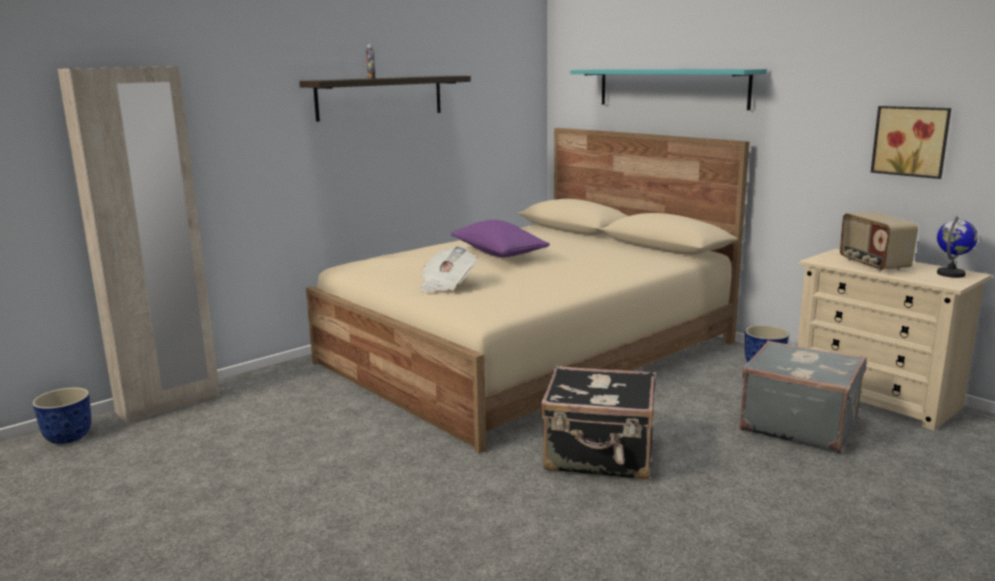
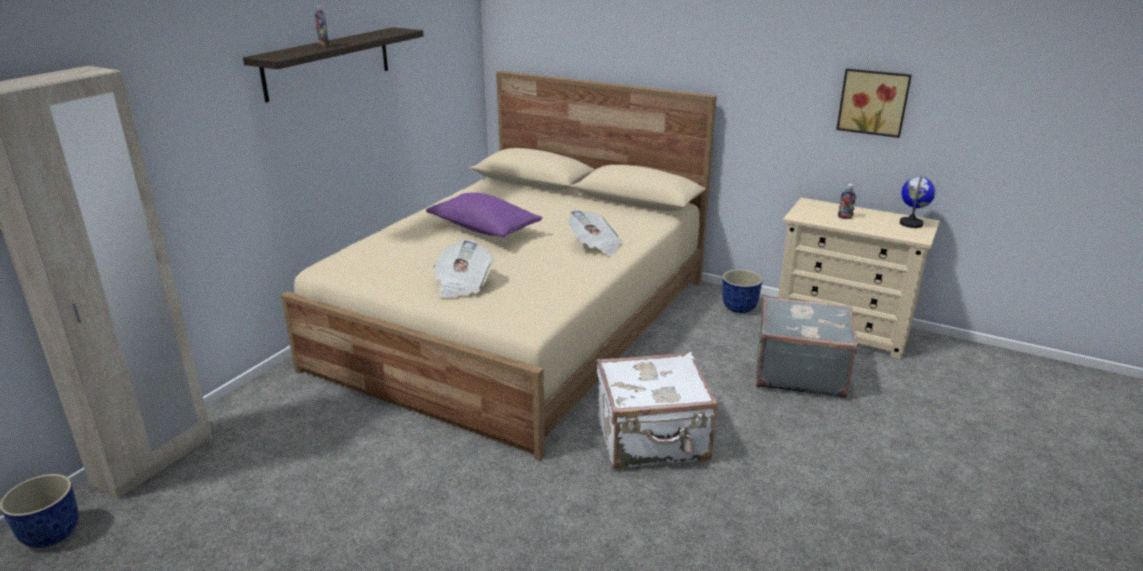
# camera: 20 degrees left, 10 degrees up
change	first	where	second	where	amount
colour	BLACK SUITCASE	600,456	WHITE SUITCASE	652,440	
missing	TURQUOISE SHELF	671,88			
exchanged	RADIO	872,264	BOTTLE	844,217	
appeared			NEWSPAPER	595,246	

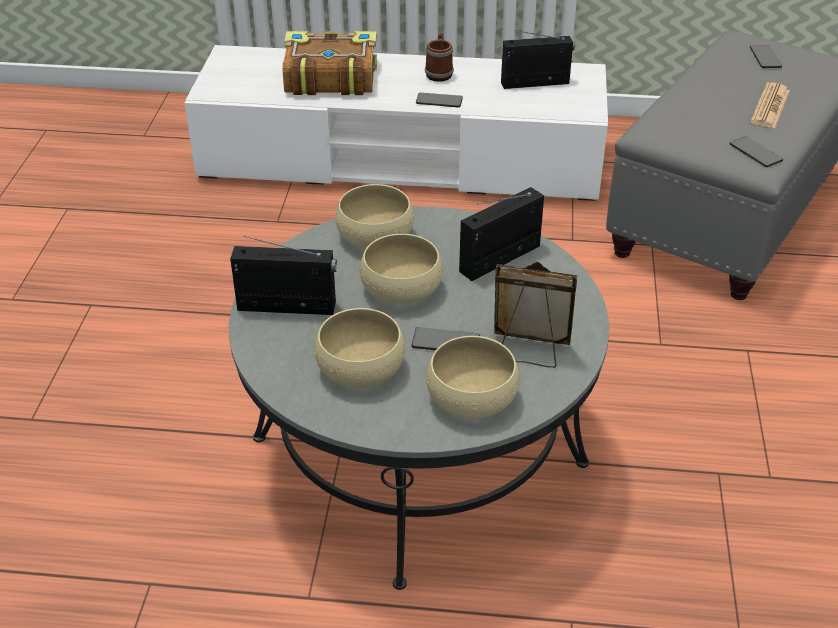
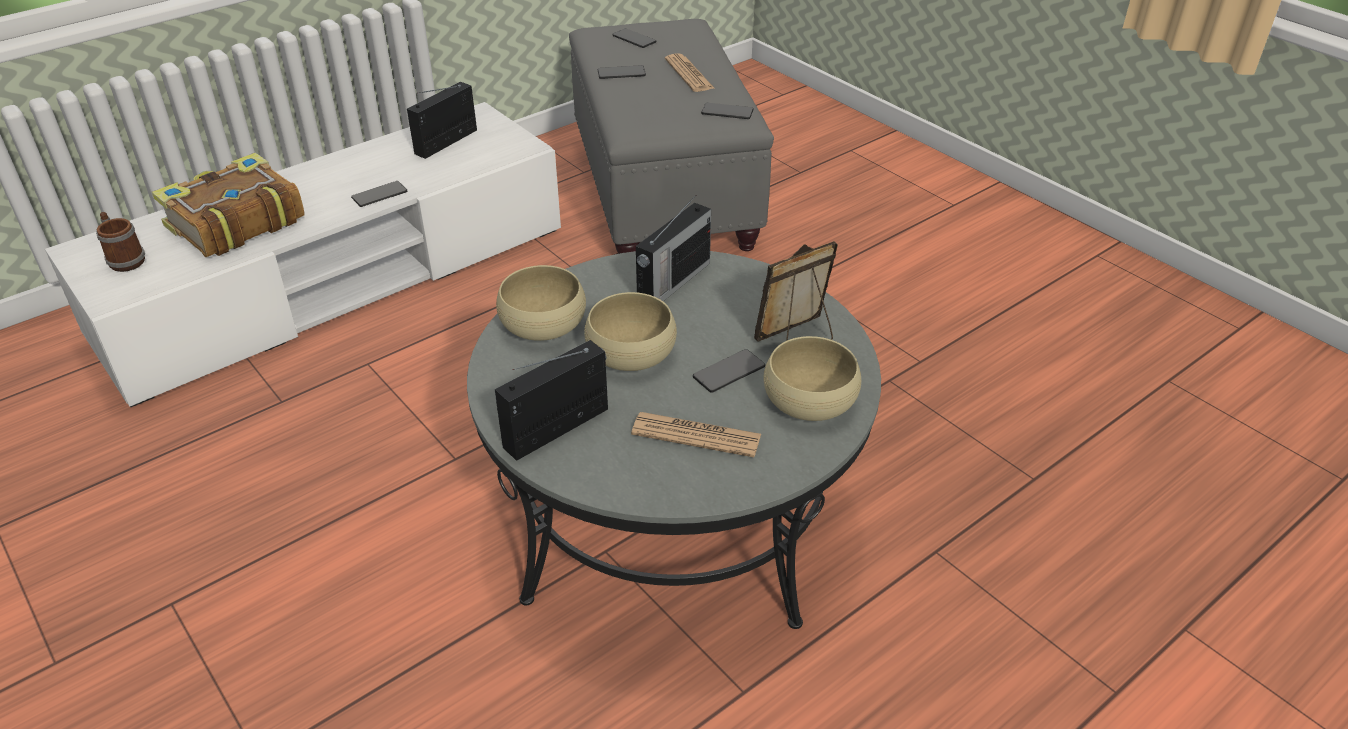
# camera: 45 degrees left, 0 degrees up
change	first	where	second	where	amount
exchanged	BEIGE BOWL	361,368	NEWSPAPER	696,435	
relocated	MUG	439,73		125,259	
spun	RADIO	501,258		672,283	150 degrees counterclockwise
appeared			PHONE	621,73	

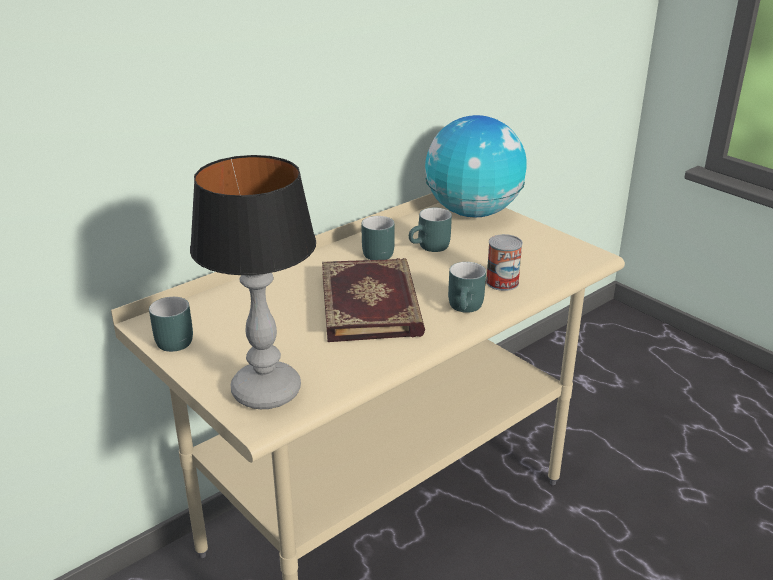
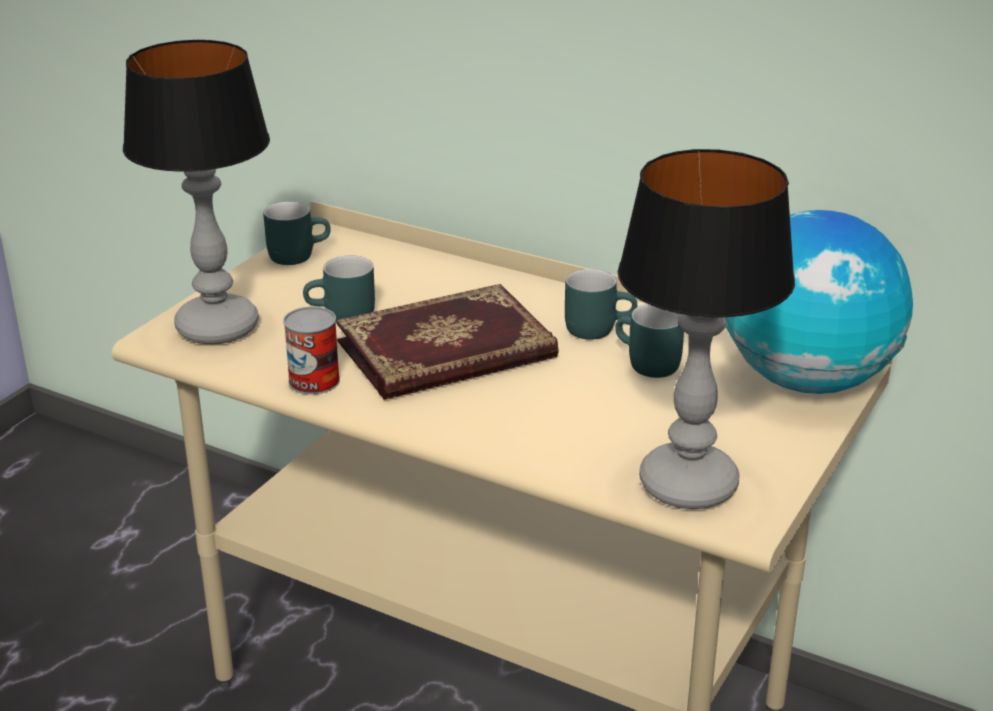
# camera: 70 degrees right, 0 degrees up
change	first	where	second	where	amount
relocated	TURQUOISE MUG	467,308		342,317	
relocated	CAN	502,282		314,381	
appeared			TABLE LAMP	688,486	

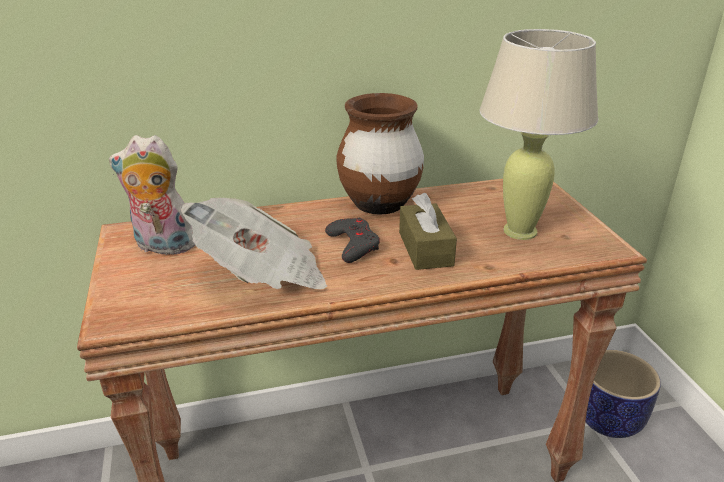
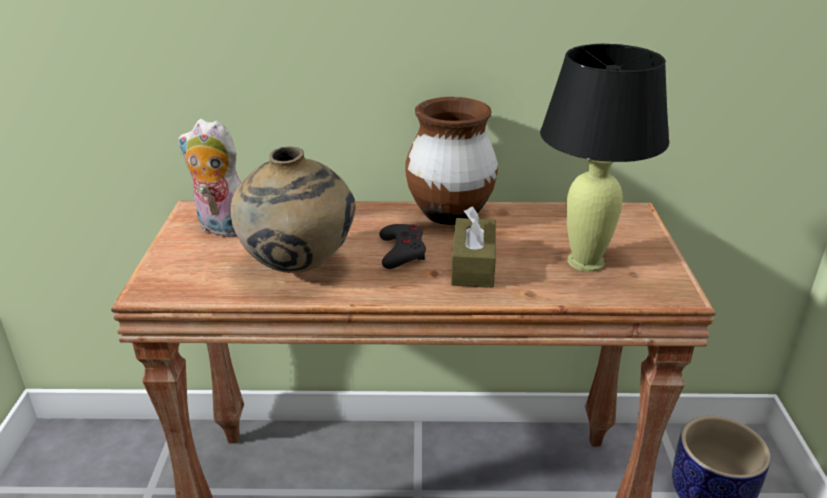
# camera: 15 degrees right, 0 degrees up
change	first	where	second	where	amount
exchanged	NEWSPAPER	262,275	BEIGE VASE	299,268	
colour	BEIGE TABLE LAMP	519,231	BLACK TABLE LAMP	585,261	

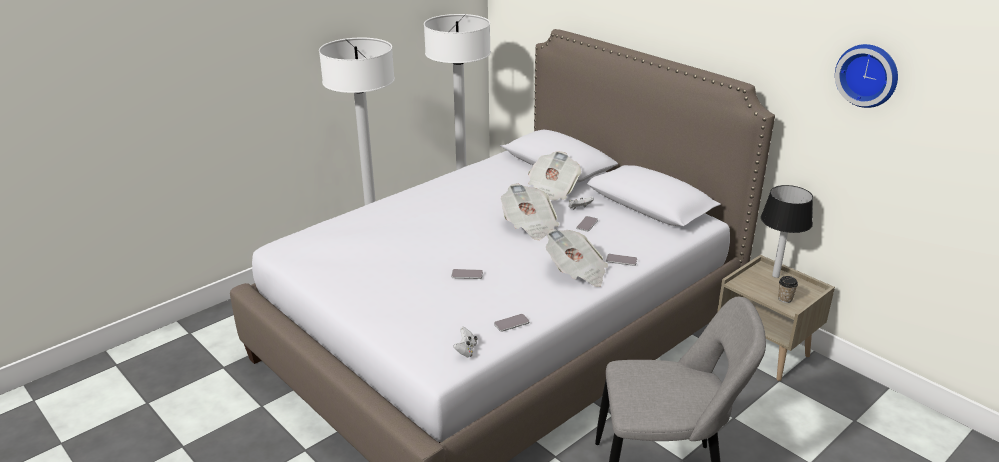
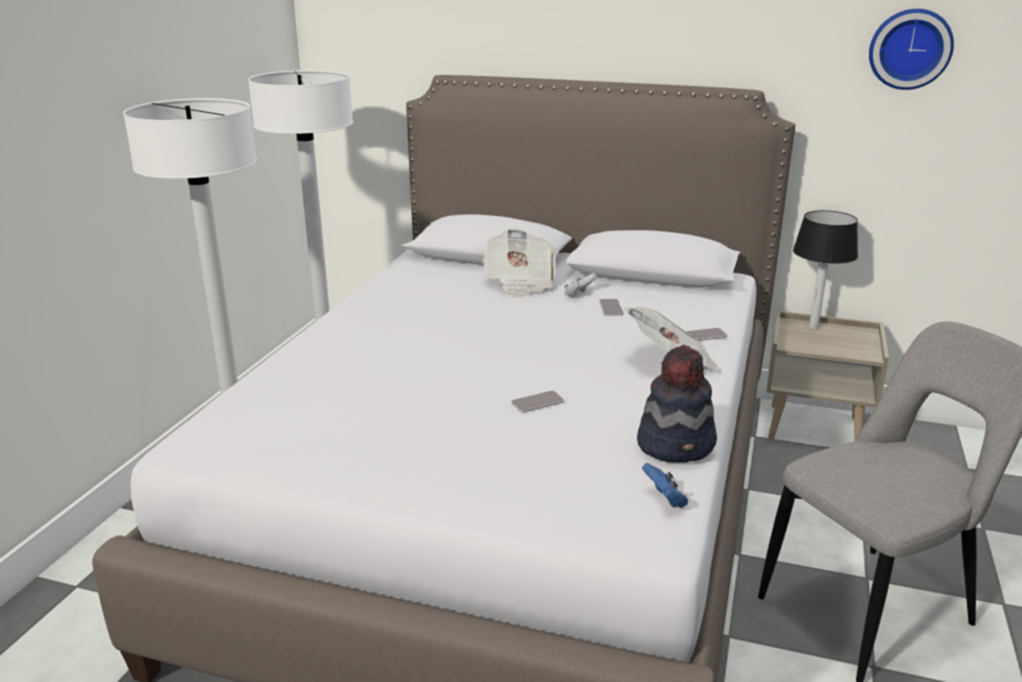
# camera: 30 degrees left, 5 degrees down
change	first	where	second	where	amount
colour	WHITE GAME CONTROLLER	466,350	BLUE GAME CONTROLLER	665,499	
exchanged	PHONE	511,323	HAT	677,444	
missing	NEWSPAPER	529,225			
missing	CUP	785,299			

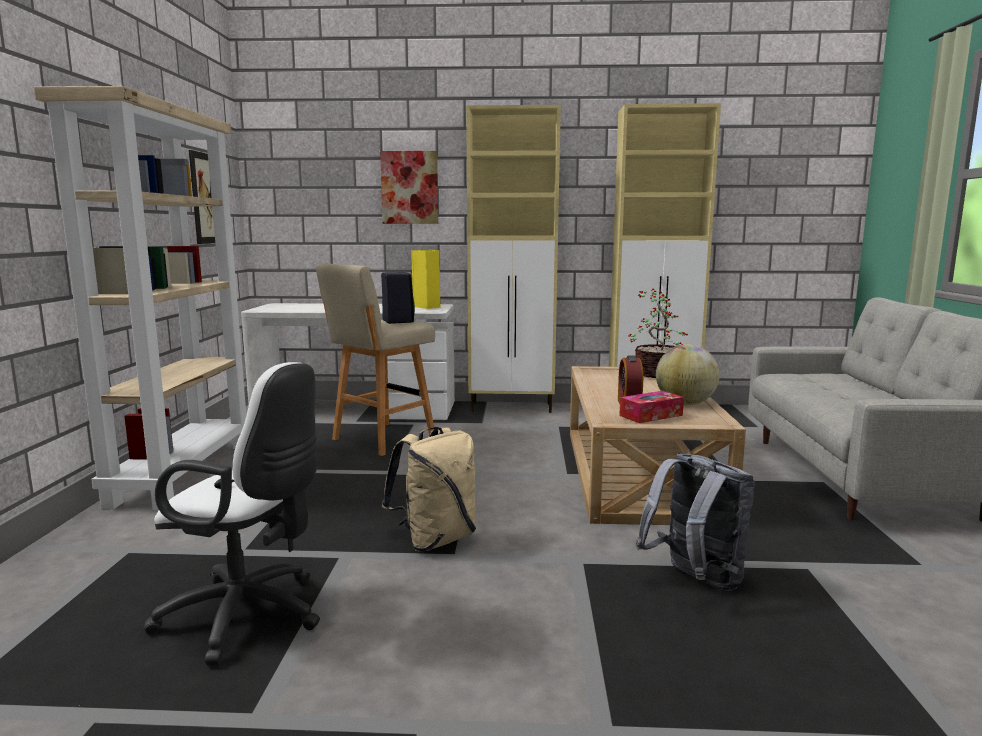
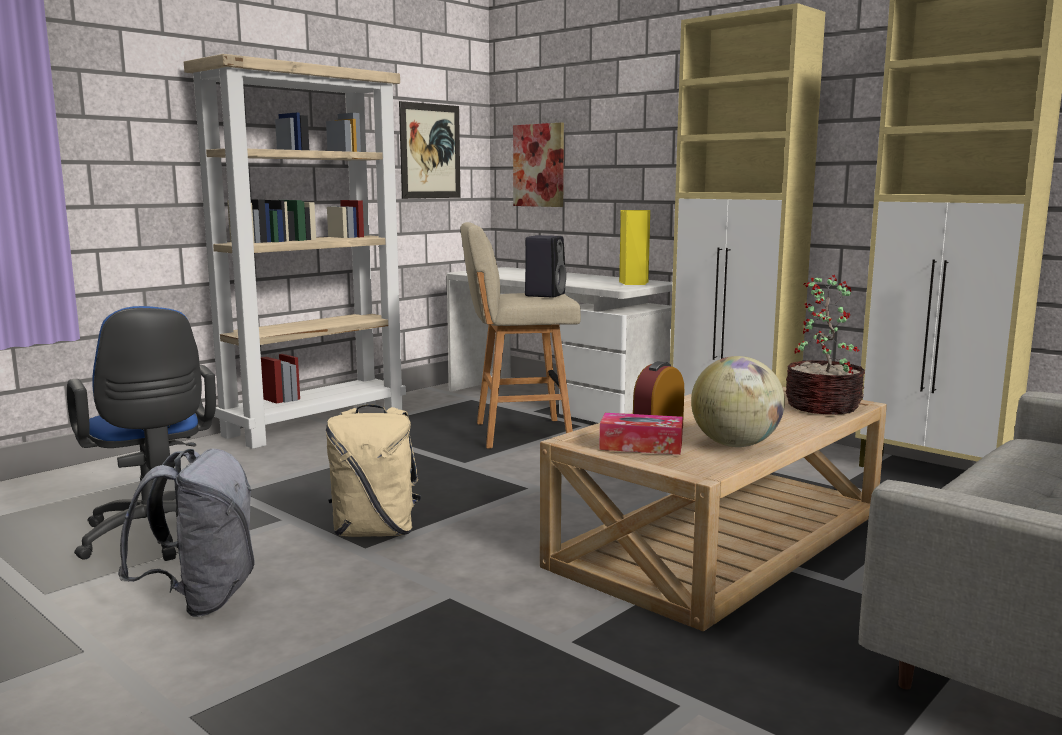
# camera: 40 degrees right, 0 degrees up
change	first	where	second	where	amount
colour	WHITE OFFICE CHAIR	250,617	BLUE OFFICE CHAIR	154,538	
relocated	PICTURE	409,187		539,165	
relocated	GREY BACKPACK	695,580		201,599	

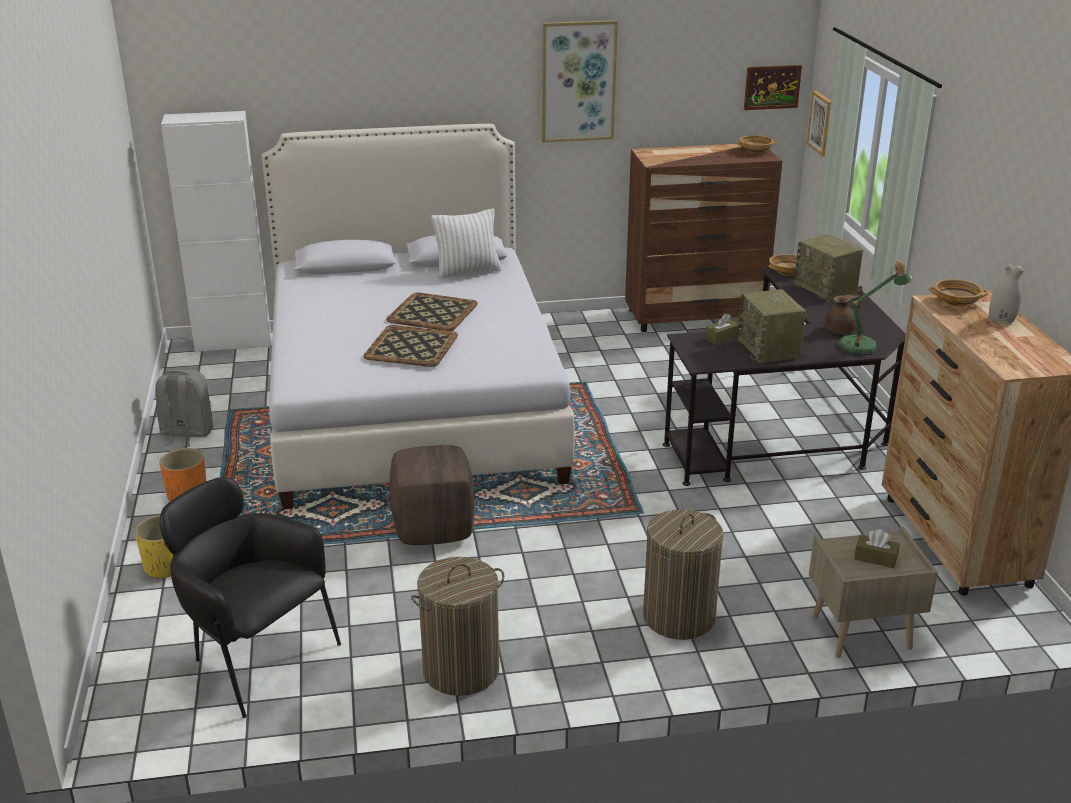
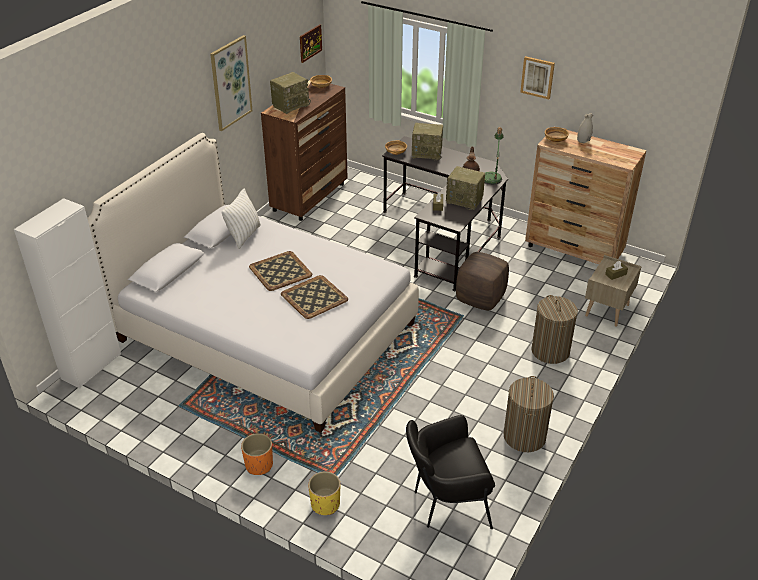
# camera: 50 degrees left, 10 degrees up
change	first	where	second	where	amount
missing	GREY BACKPACK	186,434			
relocated	BROWN OTTOMAN	434,528		480,298	
relocated	PICTURE	821,123		537,77	
appeared			RADIO	291,105	

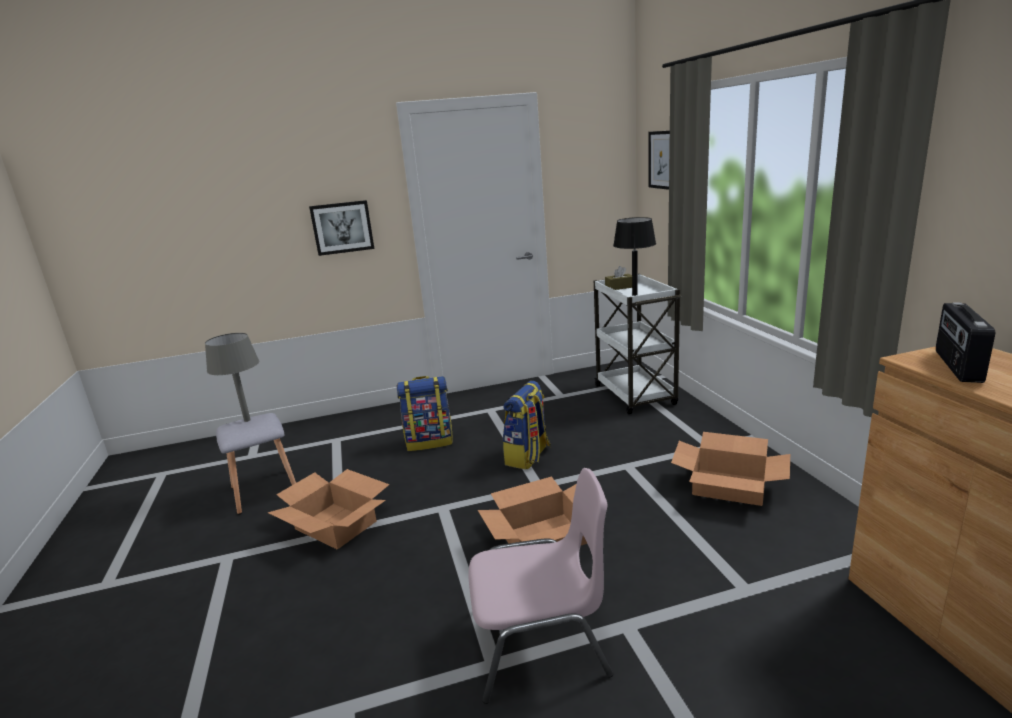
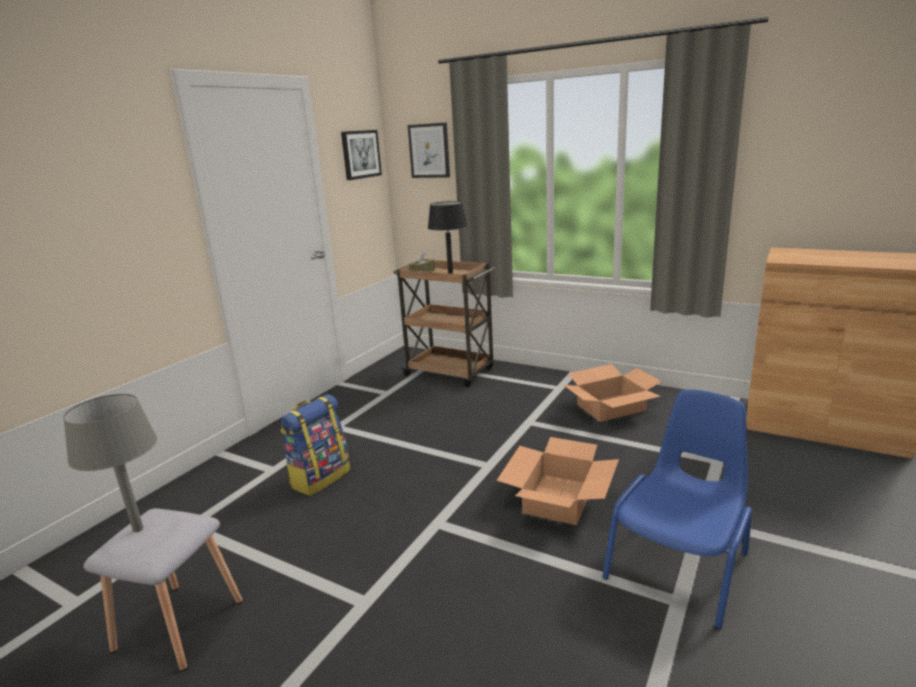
# camera: 45 degrees left, 0 degrees up
change	first	where	second	where	amount
missing	CARDBOARD BOX	336,525			
relocated	PICTURE	342,227		360,154	
colour	PINK CHAIR	541,643	BLUE CHAIR	679,565	
missing	BACKPACK	528,456			
colour	WHITE CART	635,396	BROWN CART	450,372	
missing	RADIO	956,366			

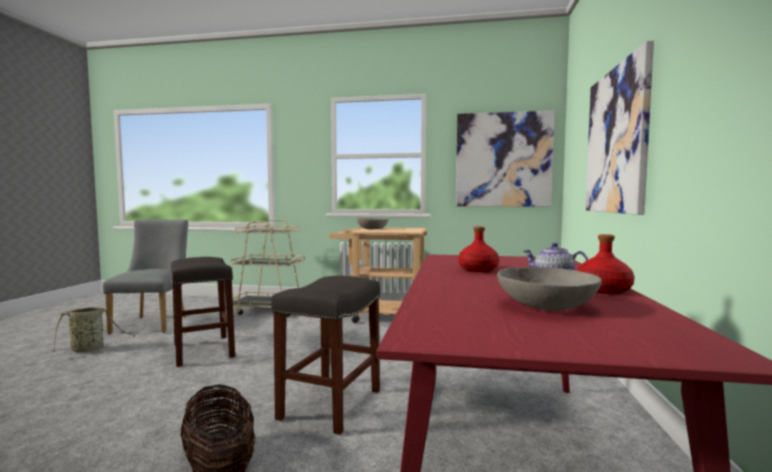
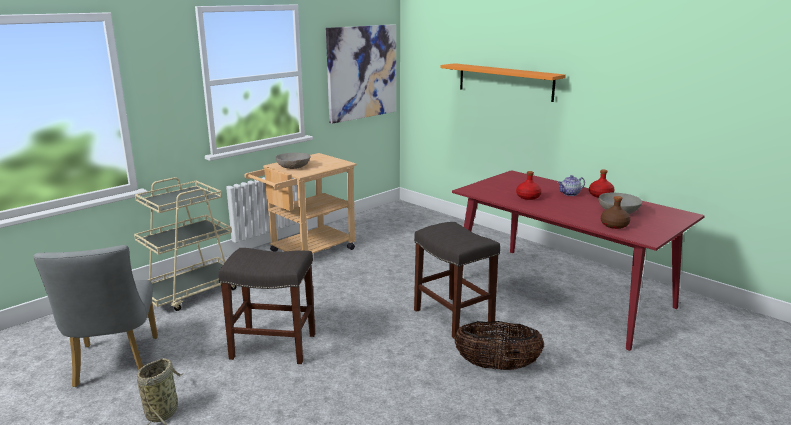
# camera: 55 degrees left, 15 degrees up
change	first	where	second	where	amount
spun	GREY CHAIR	153,323		114,365	135 degrees counterclockwise
exchanged	PICTURE	616,141	ORANGE SHELF	505,81	
appeared			BROWN BOTTLE	614,225	

